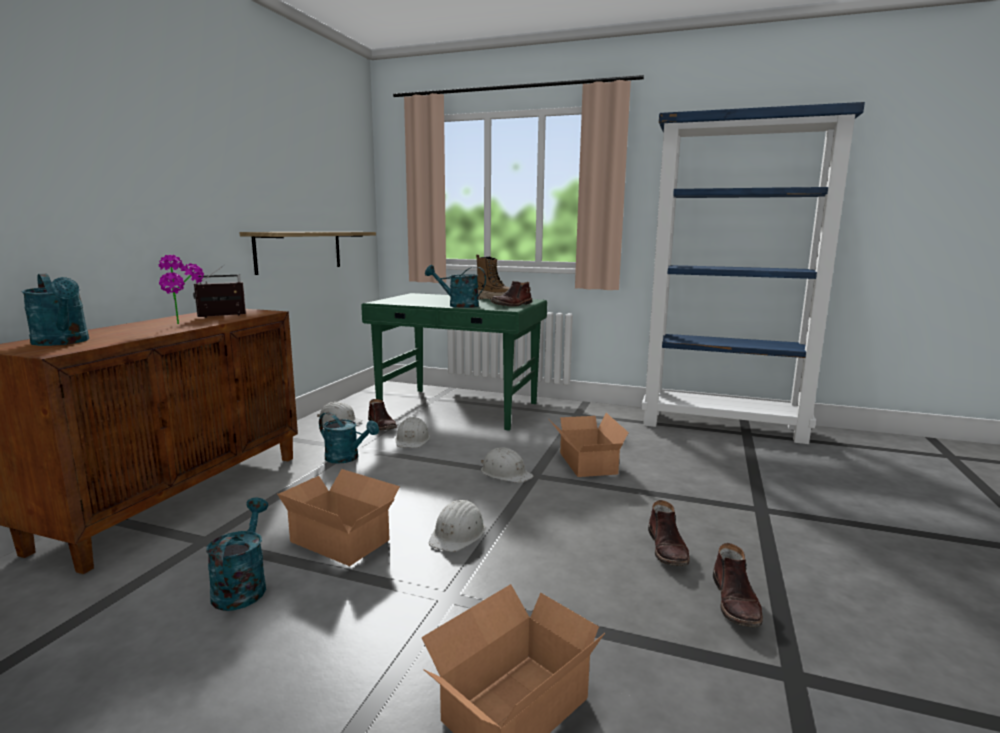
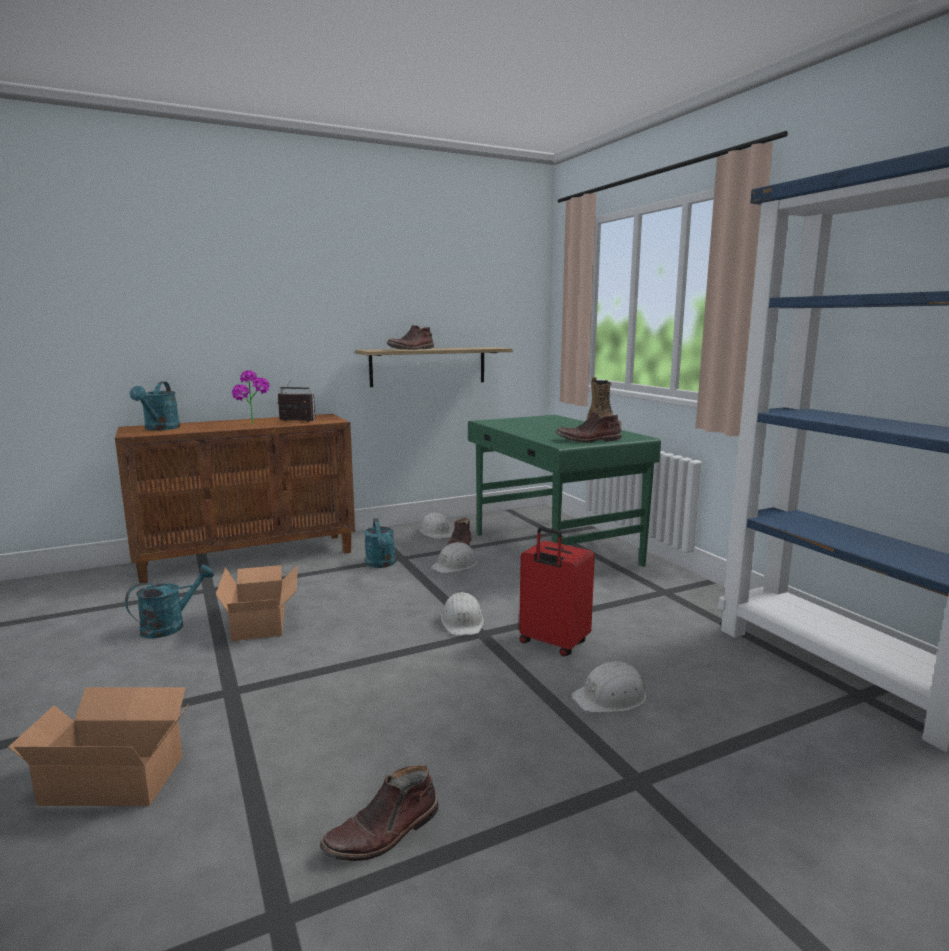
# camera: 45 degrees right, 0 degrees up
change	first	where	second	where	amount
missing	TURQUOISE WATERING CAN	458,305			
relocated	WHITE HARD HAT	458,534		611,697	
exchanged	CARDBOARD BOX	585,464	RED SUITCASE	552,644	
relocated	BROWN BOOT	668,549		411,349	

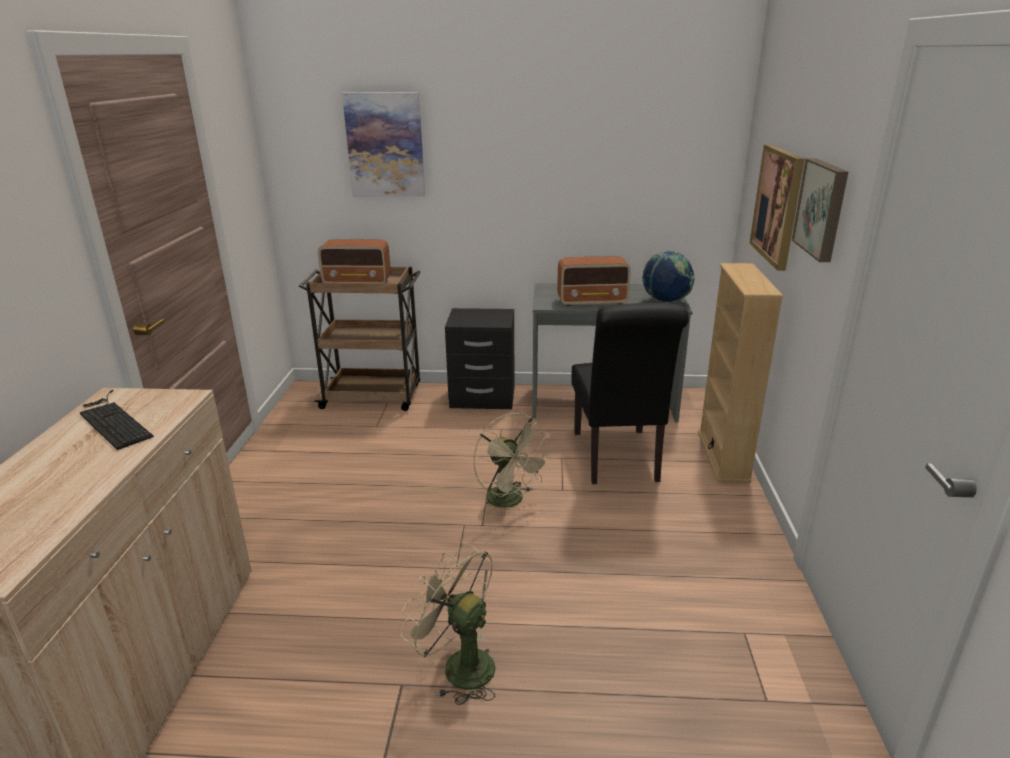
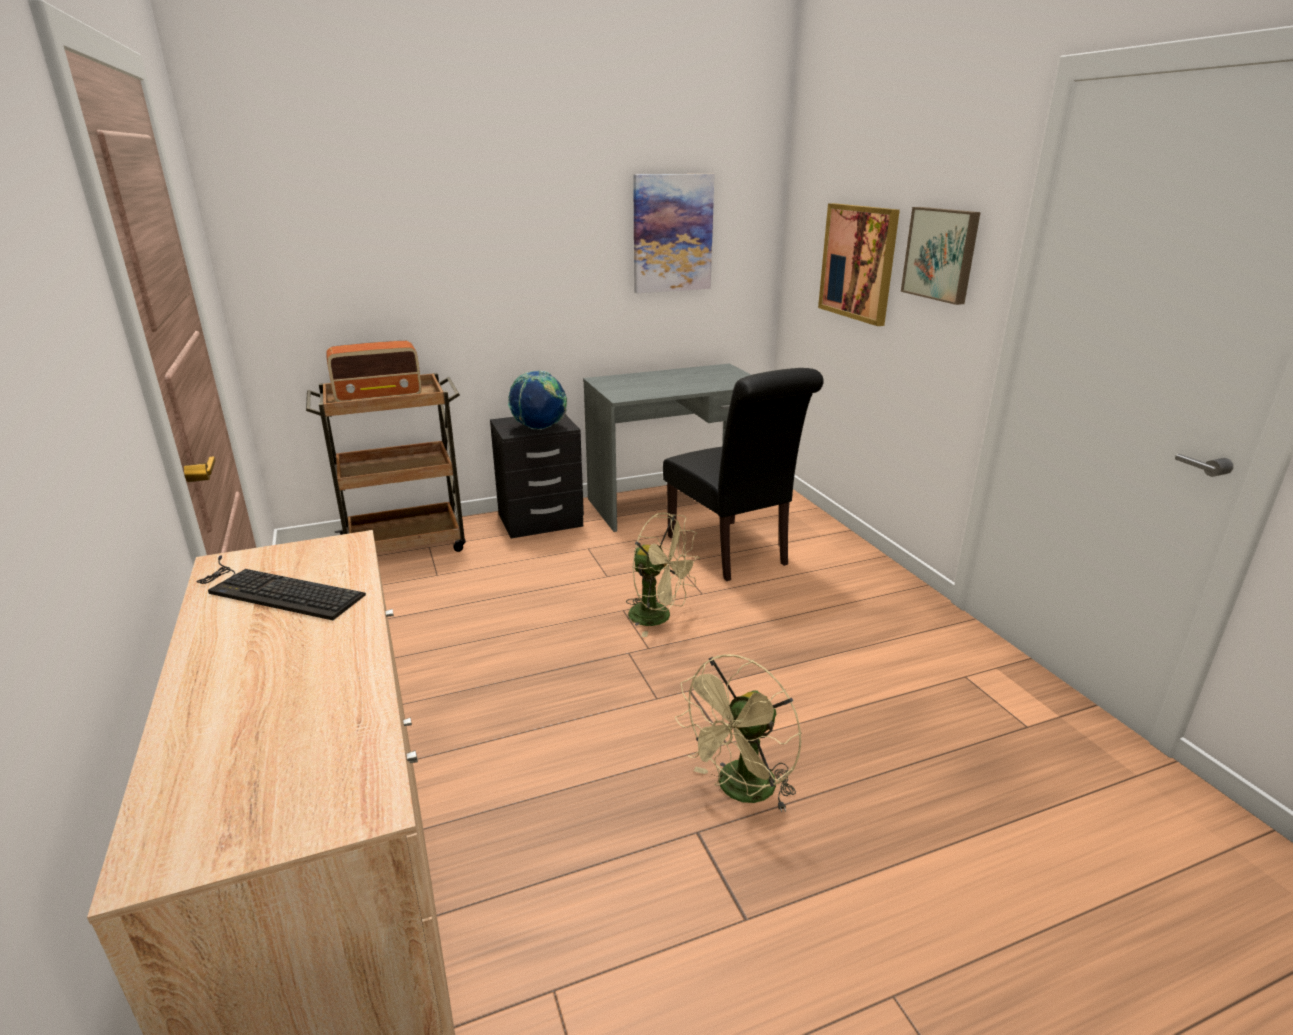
# camera: 25 degrees left, 0 degrees up
change	first	where	second	where	amount
relocated	PICTURE	385,145		672,233	
spun	BEIGE FAN	458,665		740,791	60 degrees counterclockwise
missing	RADIO	593,302			
relocated	GLOBE	666,302		539,428	
missing	BEIGE BOOKCASE	723,456			

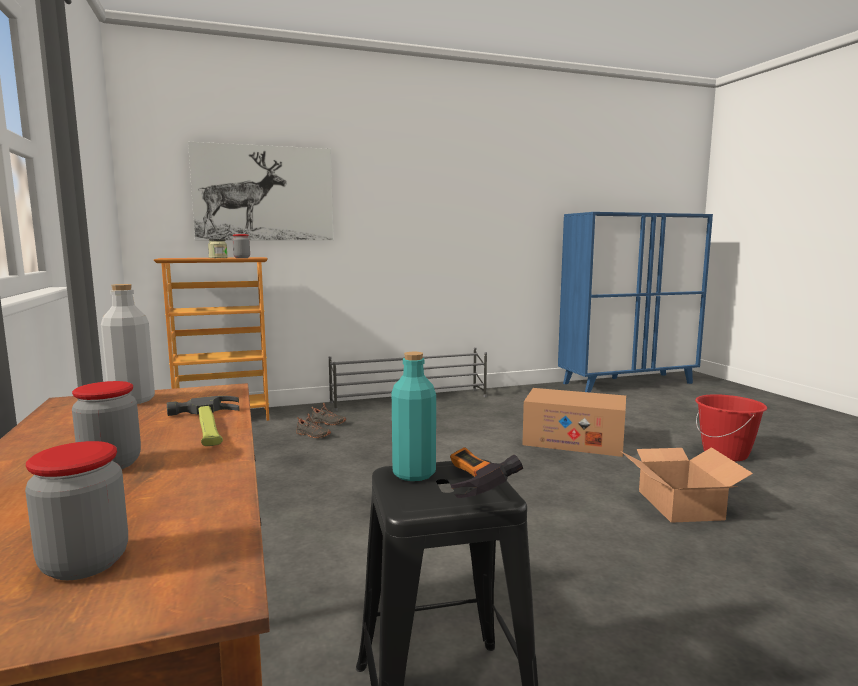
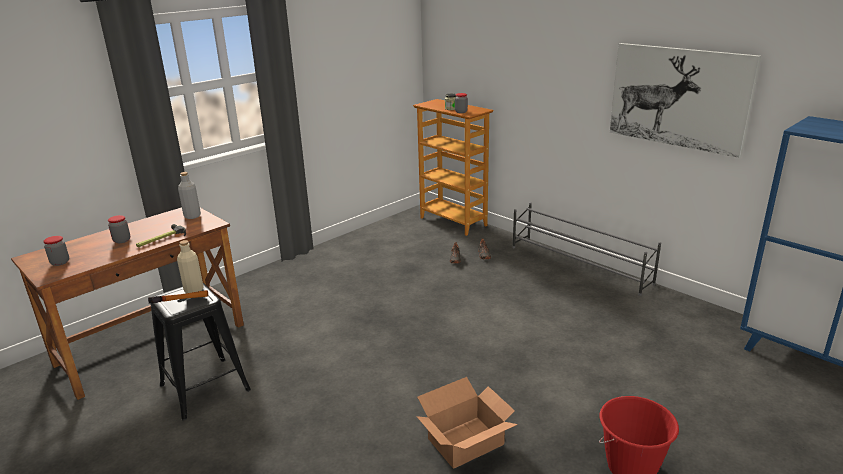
# camera: 65 degrees right, 15 degrees up
change	first	where	second	where	amount
relocated	PICTURE	264,193		678,97	
colour	TURQUOISE BOTTLE	414,473	BEIGE BOTTLE	194,290	
missing	CARDBOARD BOX	573,441			

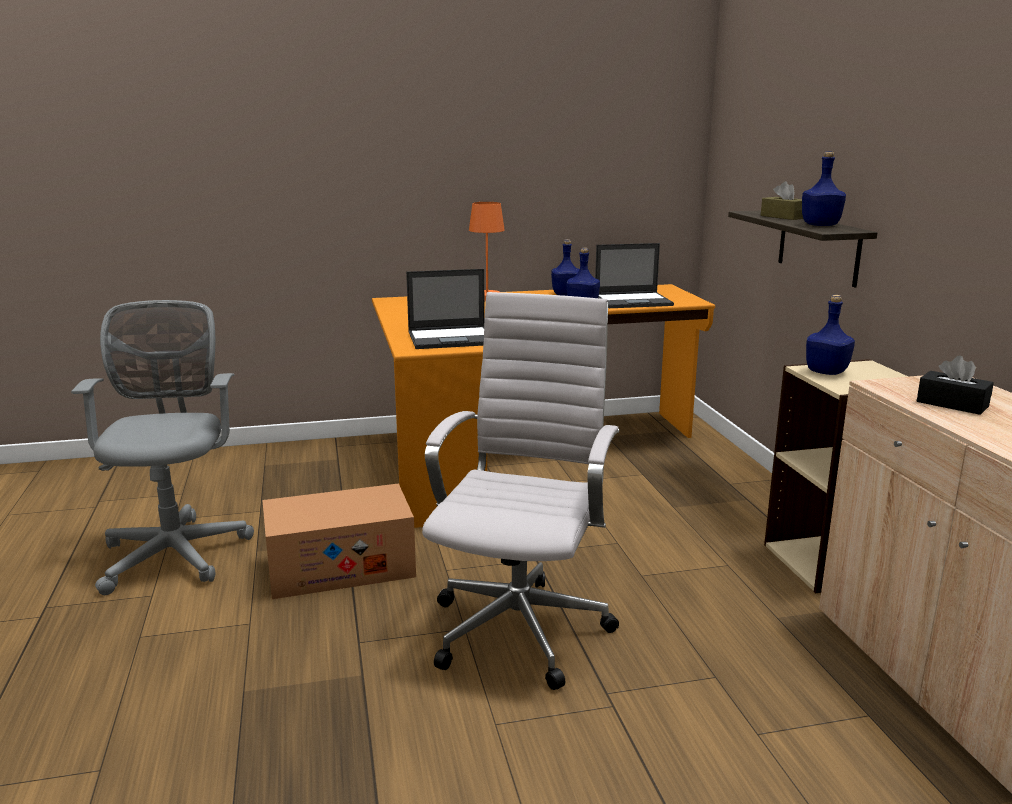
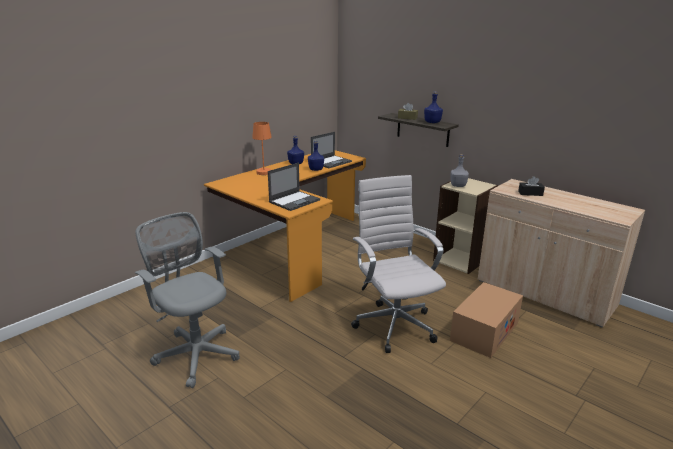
# camera: 35 degrees left, 5 degrees up
change	first	where	second	where	amount
relocated	CARDBOARD BOX	340,567		484,331	
colour	BLUE BOTTLE	827,372	GREY BOTTLE	458,185	

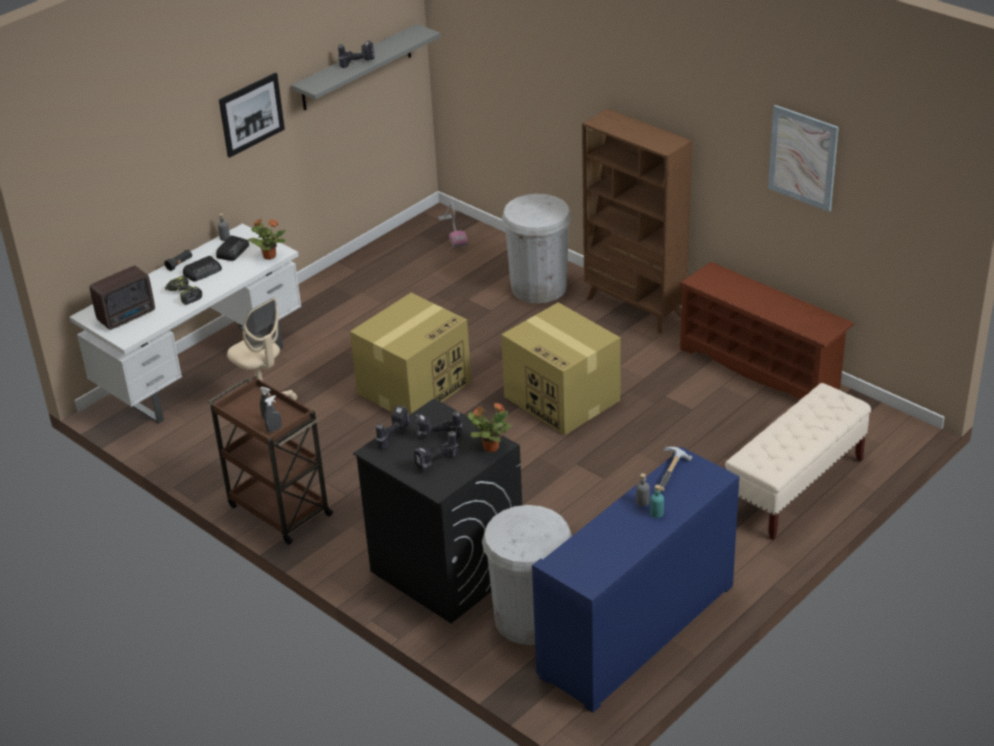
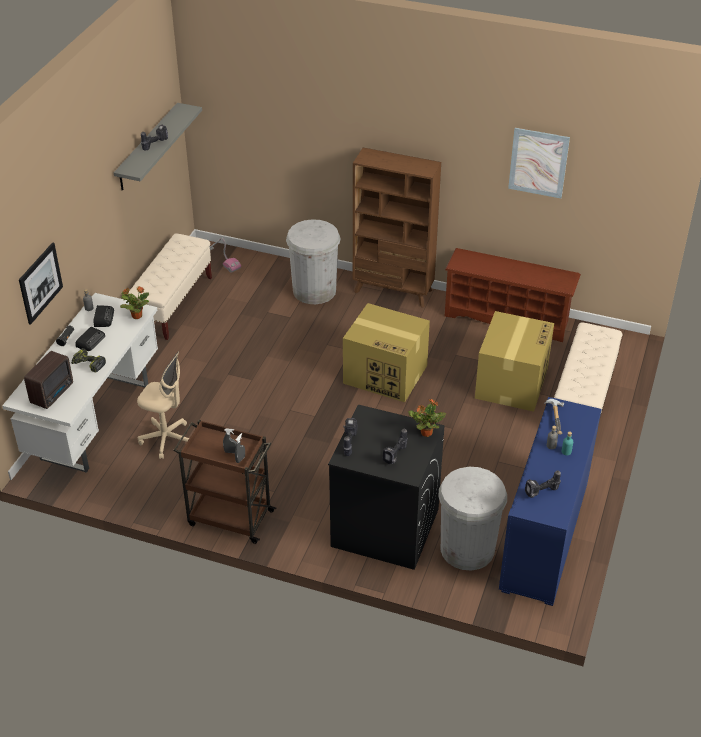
# camera: 25 degrees left, 5 degrees up
change	first	where	second	where	amount
relocated	PICTURE	251,114		40,283	
relocated	CARDBOARD BOX	415,386		511,382	
relocated	POWER DRILL	437,436		541,493	
appeared			BEIGE BENCH	173,304	

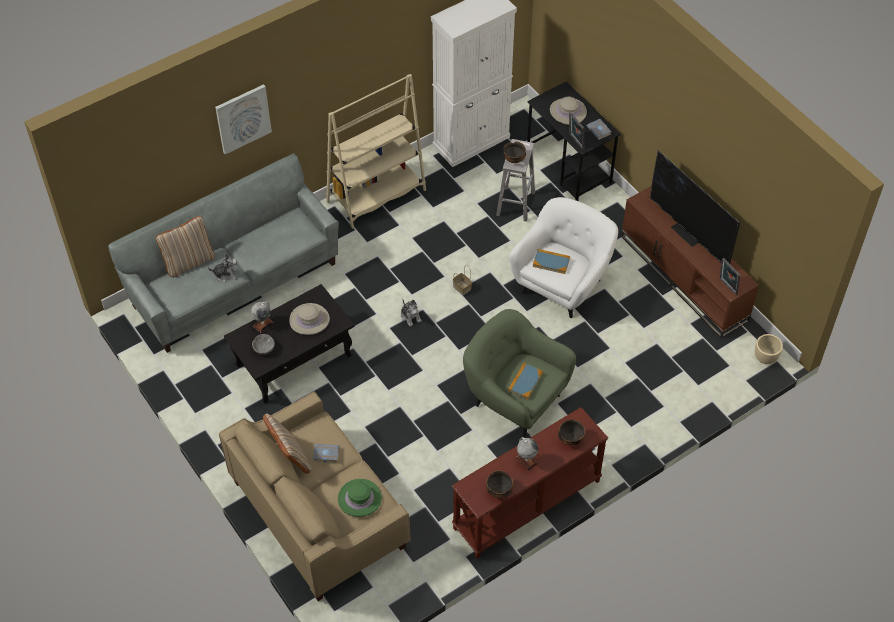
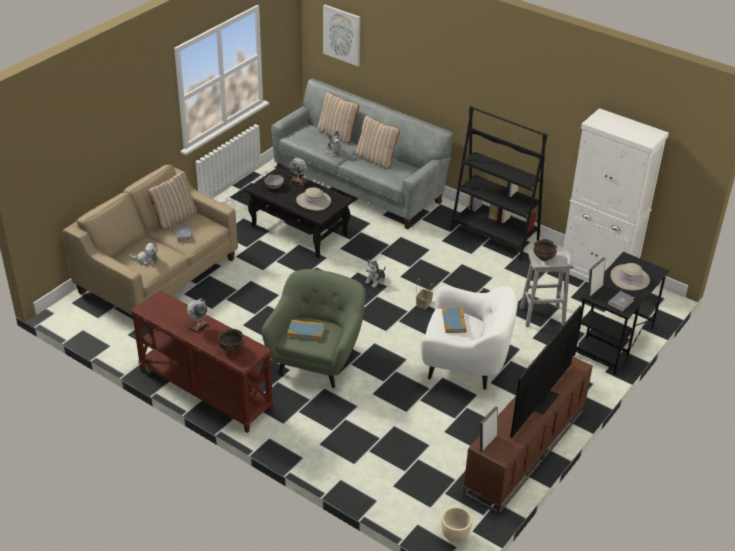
# camera: 70 degrees right, 15 degrees down
change	first	where	second	where	amount
relocated	PICTURE	243,118		342,35	
colour	BEIGE BOOKCASE	376,196	BLACK BOOKCASE	494,235	
exchanged	GREEN HAT	359,498	PLUSH TOY	146,260	
missing	BOWL	499,491			
appeared			BEIGE PILLOW	376,159	

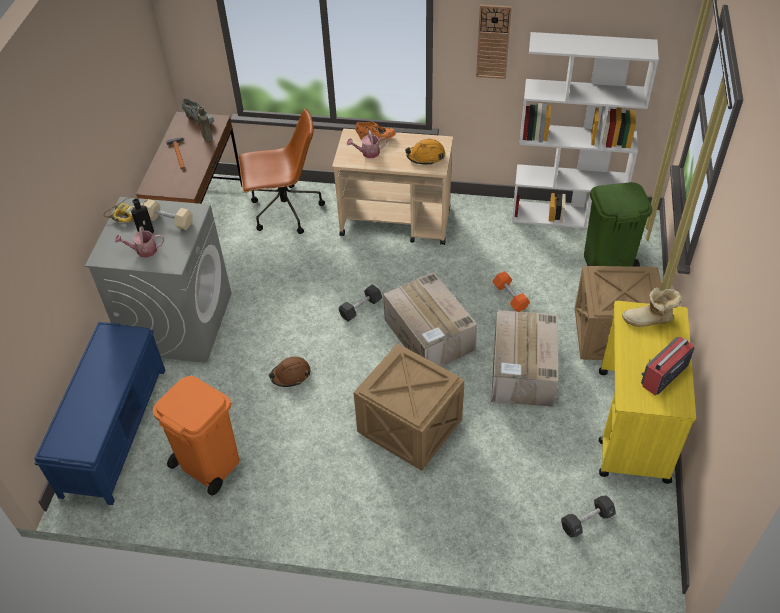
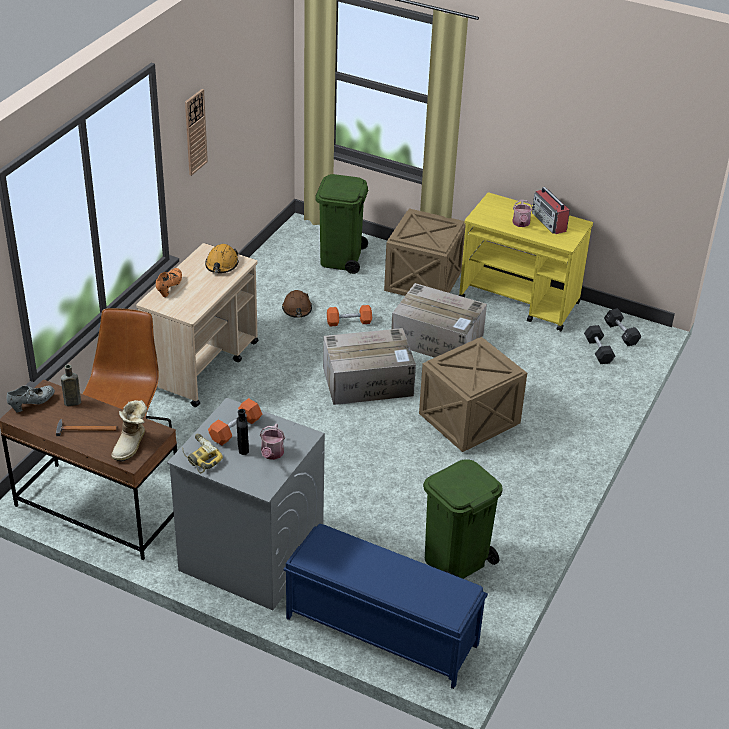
# camera: 75 degrees left, 10 degrees down
change	first	where	second	where	amount
colour	BEIGE DUMBBELL	169,221	ORANGE DUMBBELL	235,429	
colour	ORANGE TRASH CAN	208,463	GREEN TRASH CAN	455,562	
relocated	BROWN HARD HAT	291,375		297,309	
relocated	BLACK DUMBBELL	360,308		621,333	
relocated	WATERING CAN	368,153		521,224	
missing	WHITE BOOKCASE	566,216			
relocated	BOOT	649,320		131,445	

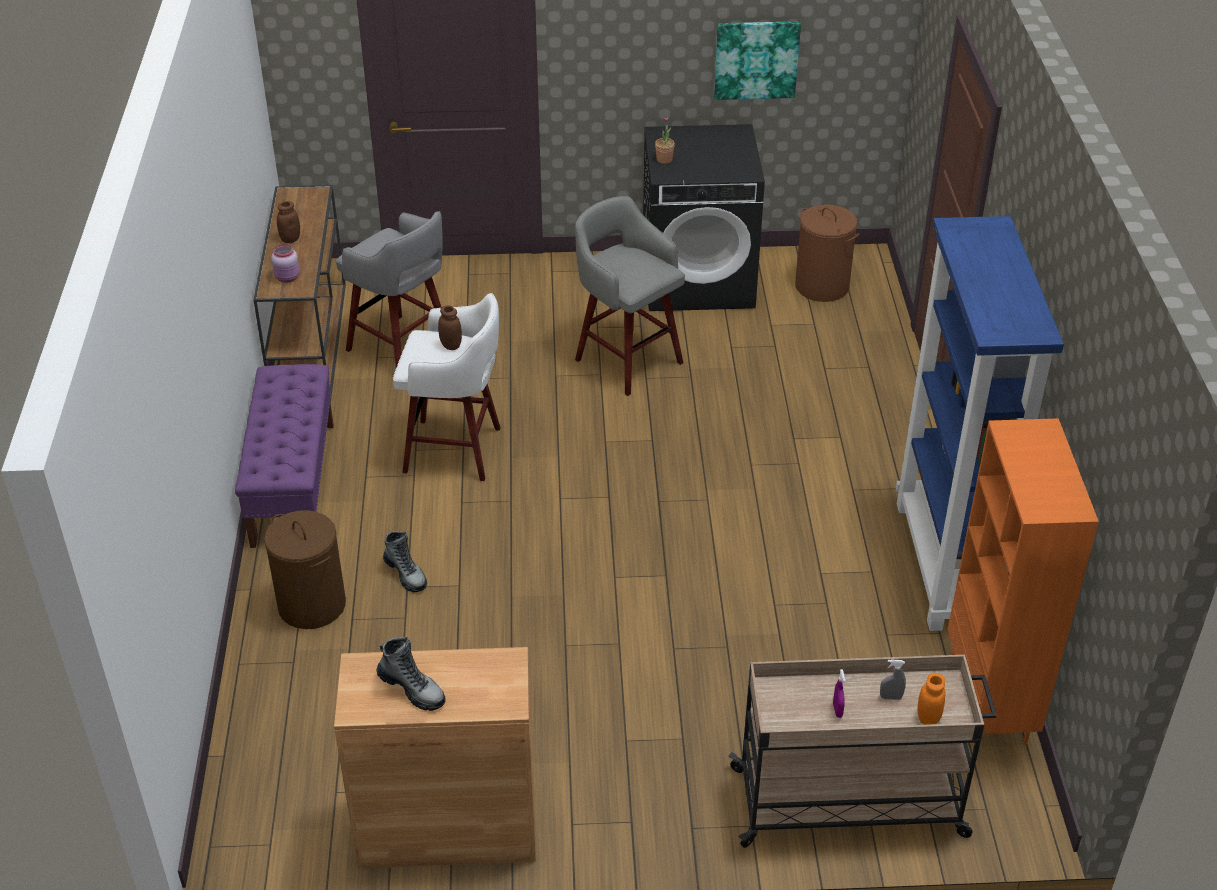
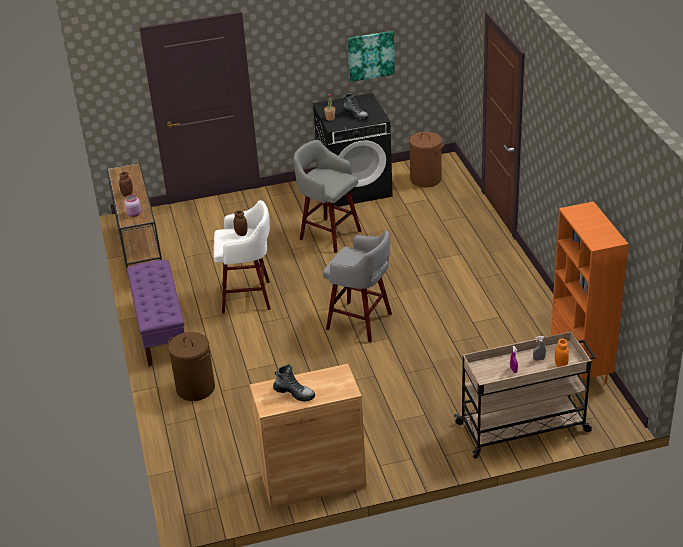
# camera: 10 degrees left, 5 degrees down
change	first	where	second	where	amount
relocated	GREY STOOL	402,349		361,322	
relocated	BOOT	406,574		355,115	
missing	BLUE BOOKCASE	943,565			

